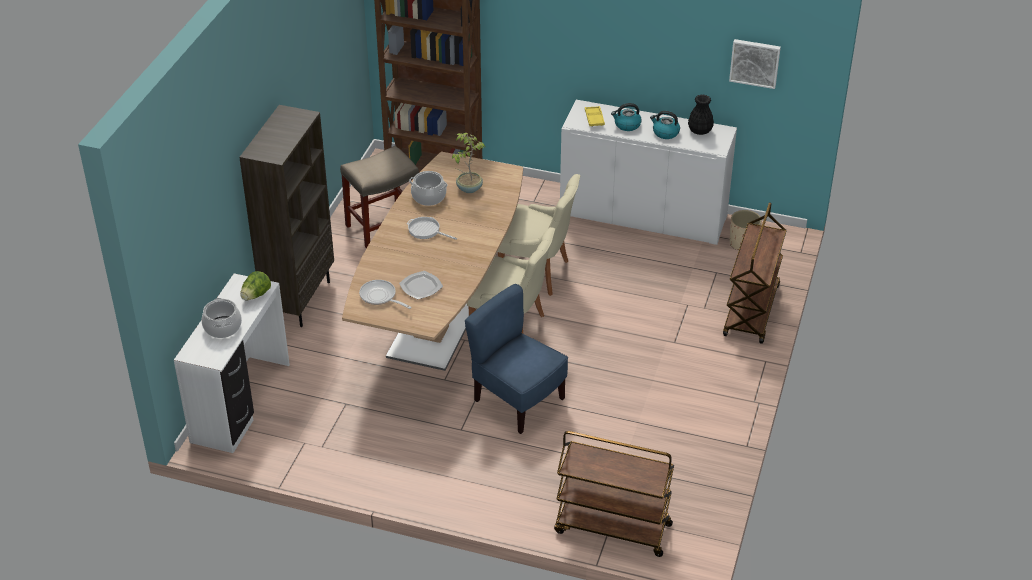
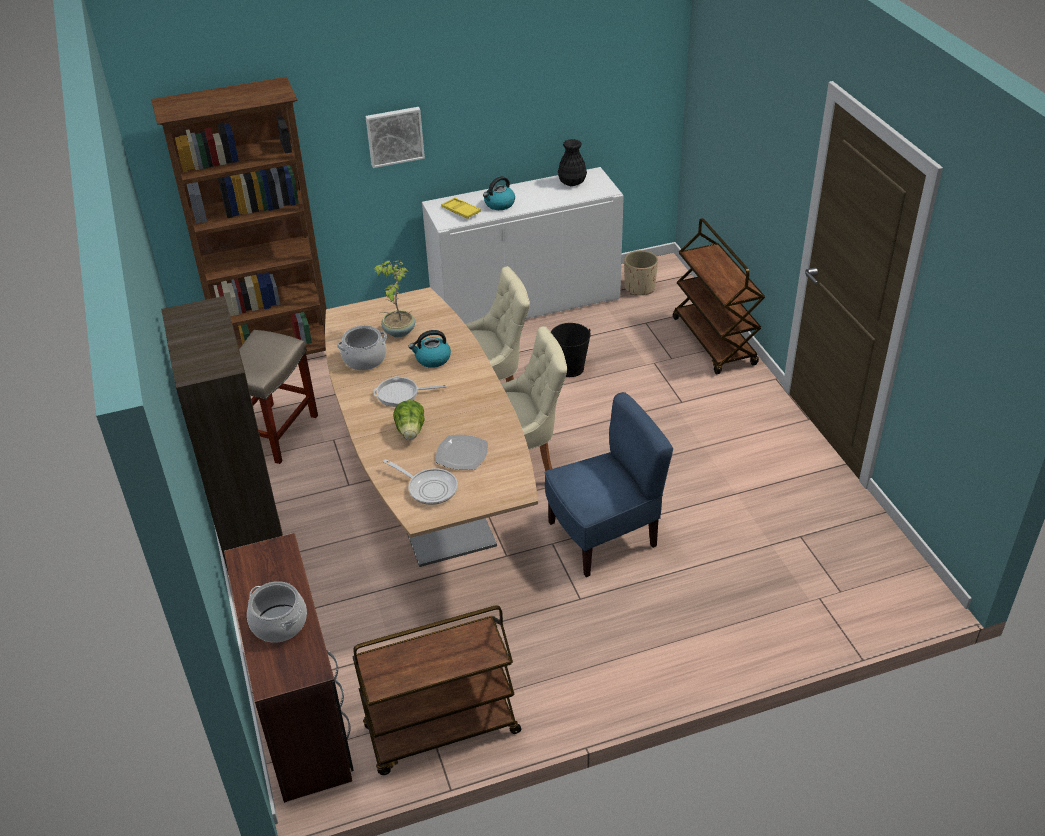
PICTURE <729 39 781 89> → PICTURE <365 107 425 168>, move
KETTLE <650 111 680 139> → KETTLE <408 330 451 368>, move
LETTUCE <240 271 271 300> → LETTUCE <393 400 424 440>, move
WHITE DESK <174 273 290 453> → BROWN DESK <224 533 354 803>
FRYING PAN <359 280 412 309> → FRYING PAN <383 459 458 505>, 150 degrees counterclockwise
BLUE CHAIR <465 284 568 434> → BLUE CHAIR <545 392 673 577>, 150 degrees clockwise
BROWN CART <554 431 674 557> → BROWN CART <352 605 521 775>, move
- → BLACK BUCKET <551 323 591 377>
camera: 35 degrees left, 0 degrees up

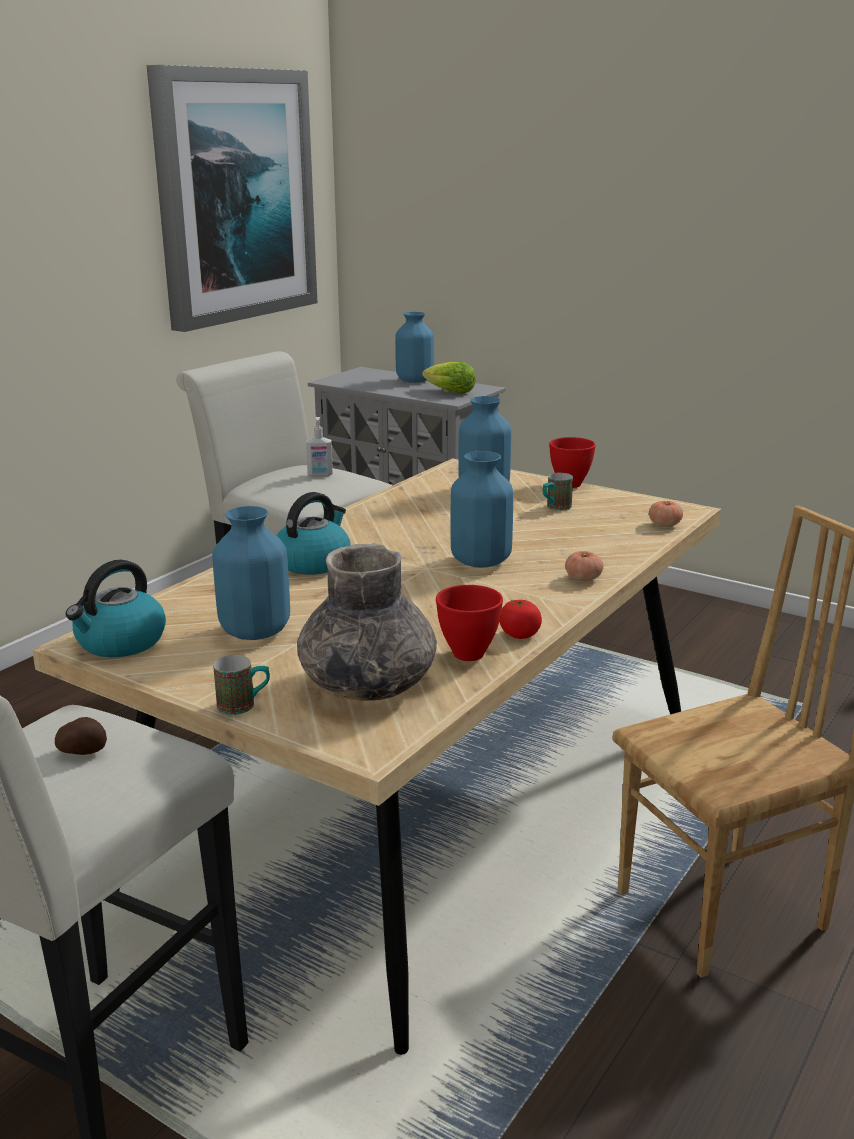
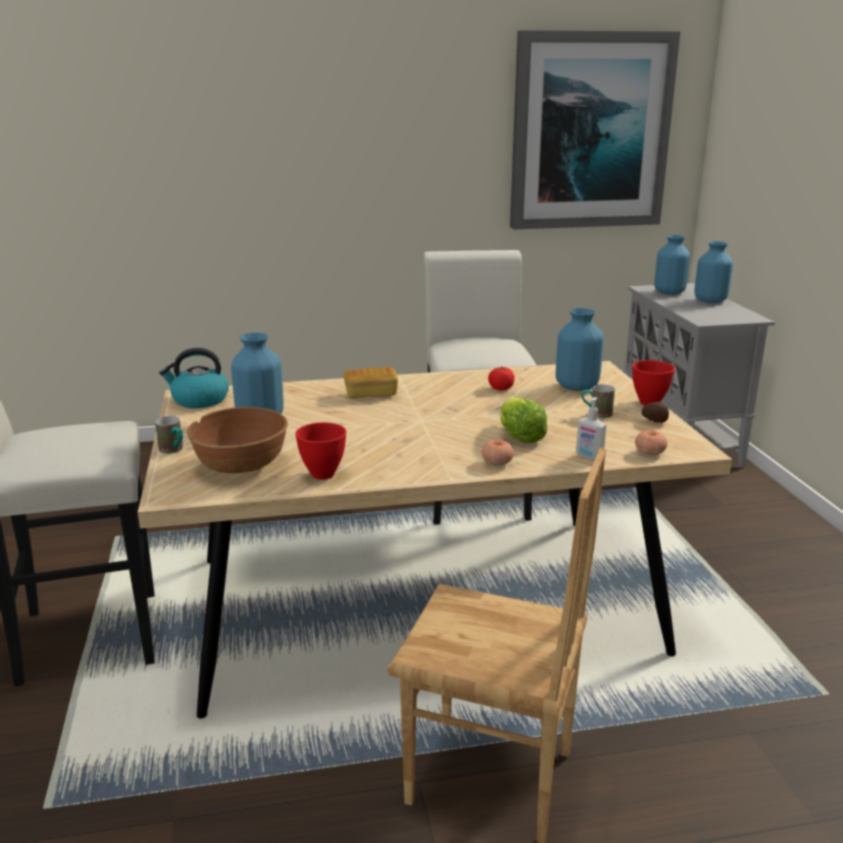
LETTUCE <422 362 476 394> → LETTUCE <500 397 547 443>, move
SOAP DISPENSER <306 417 333 477> → SOAP DISPENSER <576 397 606 461>, move
BLUE VASE <451 451 513 567> → BLUE VASE <654 235 690 295>, move
KETTLE <277 492 350 575> → BREAD <344 367 398 398>
GREY VASE <297 543 437 701> → BROWN BOWL <187 407 288 473>
TOMATO <499 600 542 639> → TOMATO <488 367 515 390>, move
POTATO <55 717 107 755> → POTATO <642 402 669 423>, move
camera: 45 degrees right, 0 degrees up

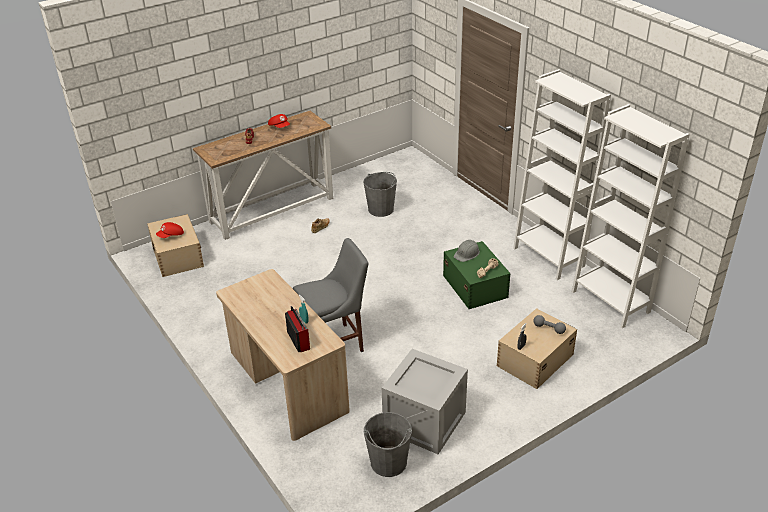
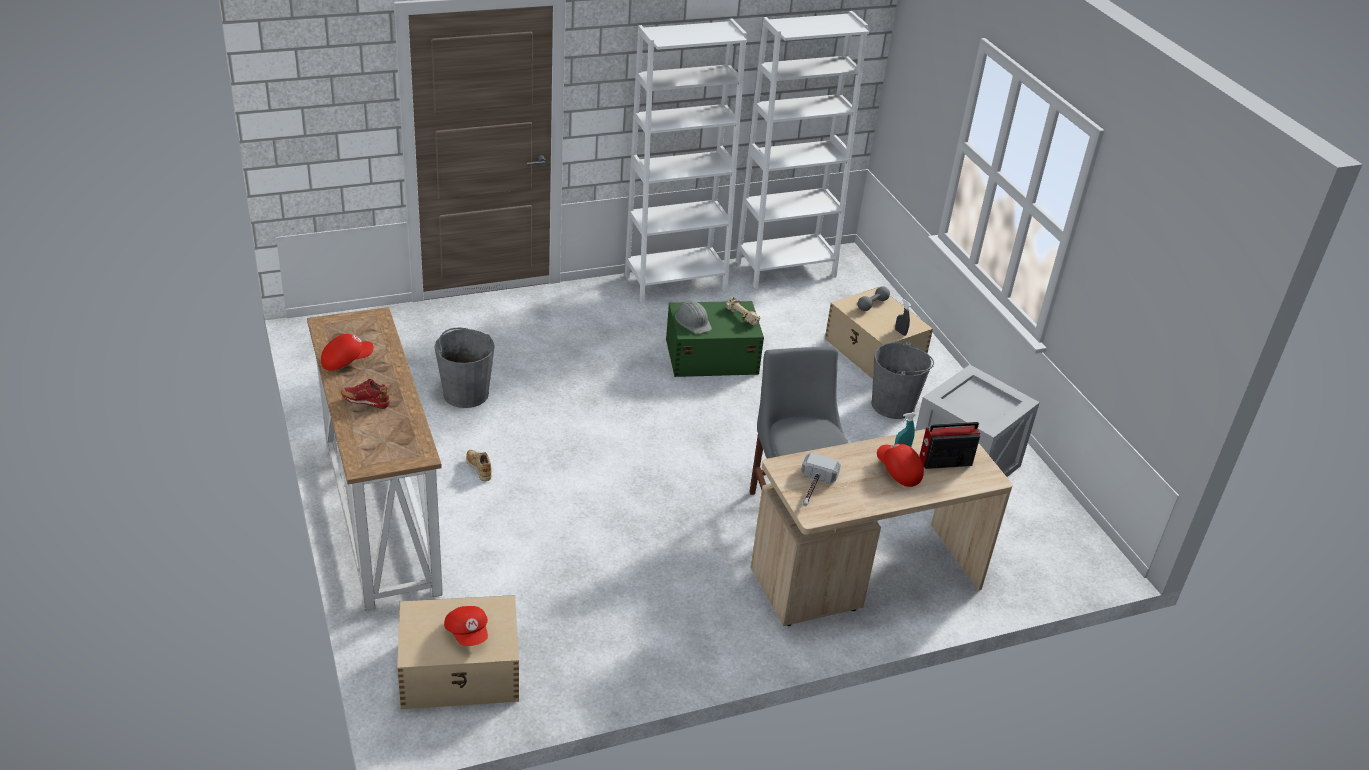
GREY BUCKET <364 412 412 477> → GREY BUCKET <871 341 934 419>, move
- → RED CAP <877 444 924 487>
- → HAMMER <801 453 841 506>
camera: 80 degrees left, 0 degrees up

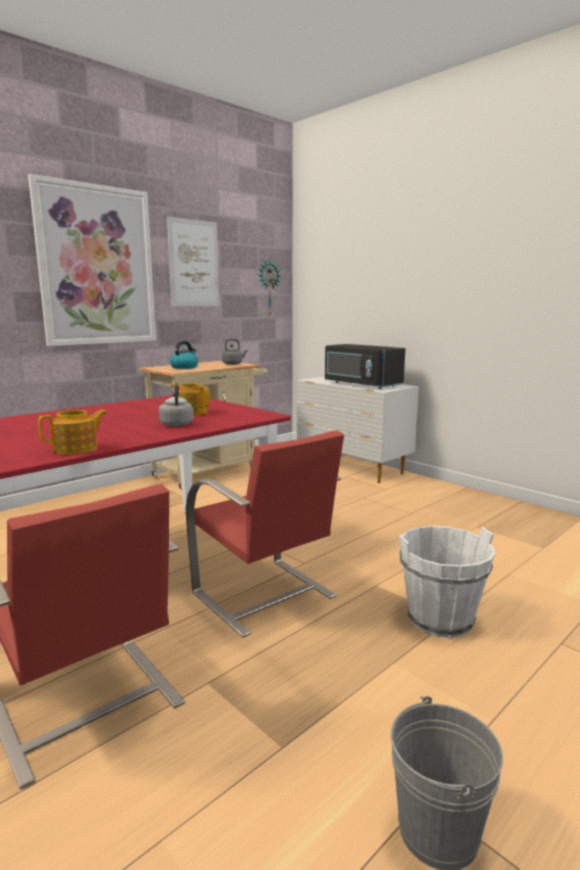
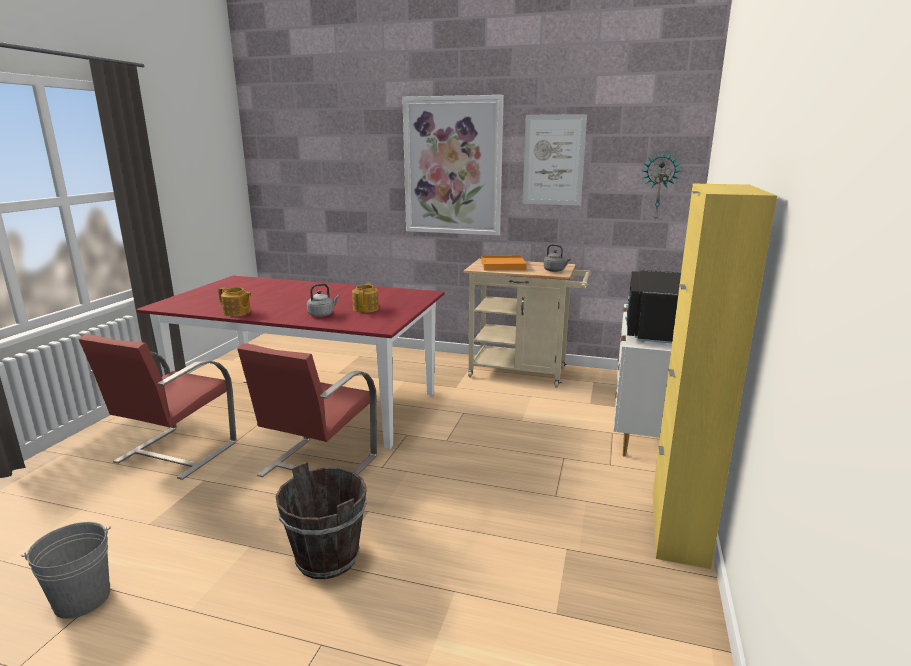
KETTLE <170 341 198 369> → ORANGE TRAY <481 255 527 270>
WHITE BUCKET <399 526 495 638> → BROWN BUCKET <276 462 367 579>
- → YELLOW CABINET <652 183 777 569>
camera: 60 degrees right, 5 degrees up

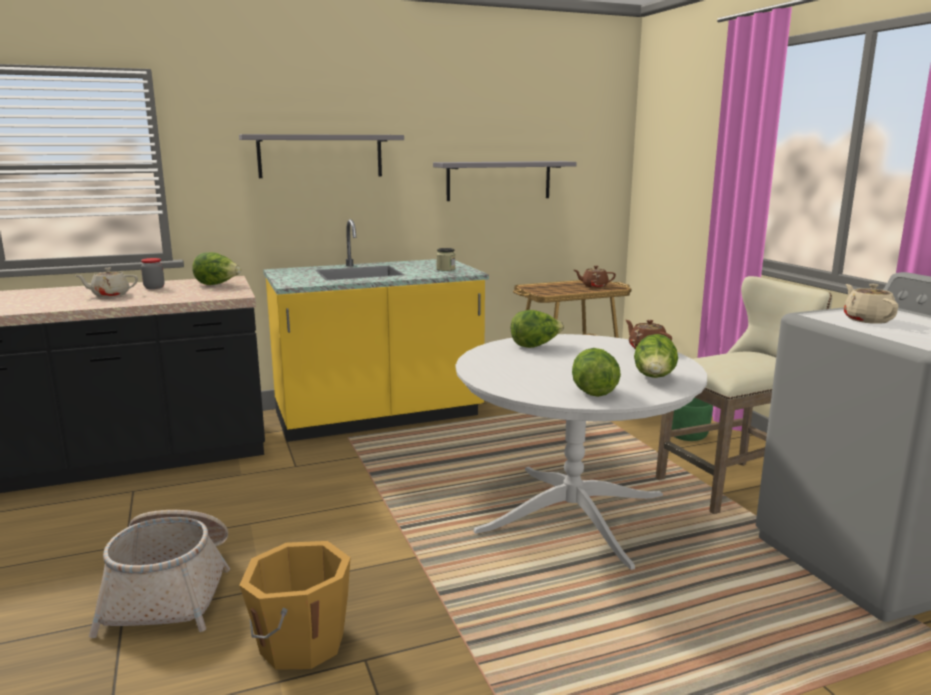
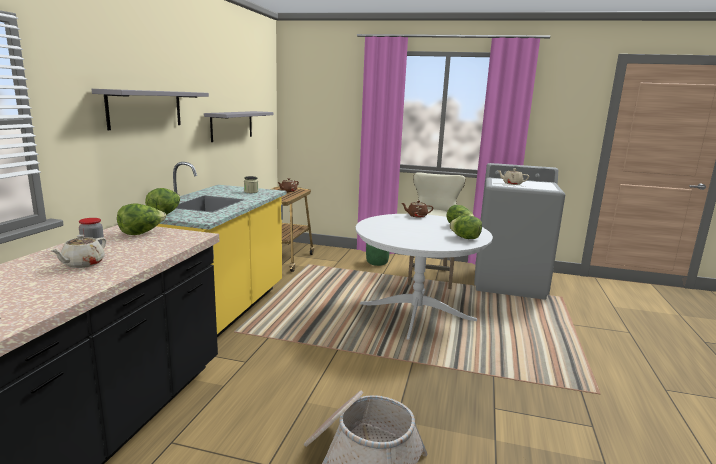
LETTUCE <511 310 564 348> → LETTUCE <145 188 180 215>, move
ORANGE BUCKET <239 541 350 670> → -
camera: 55 degrees left, 0 degrees up

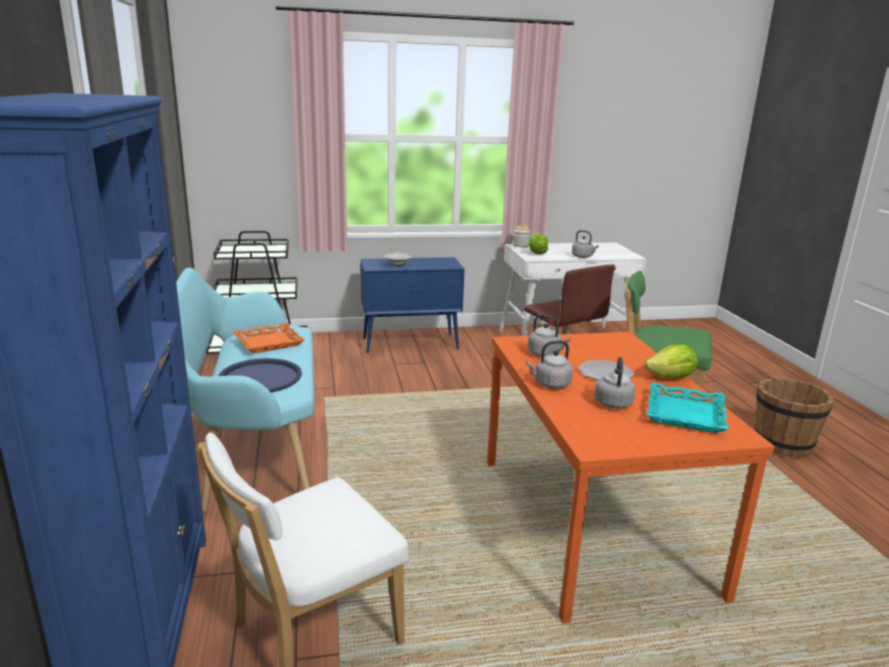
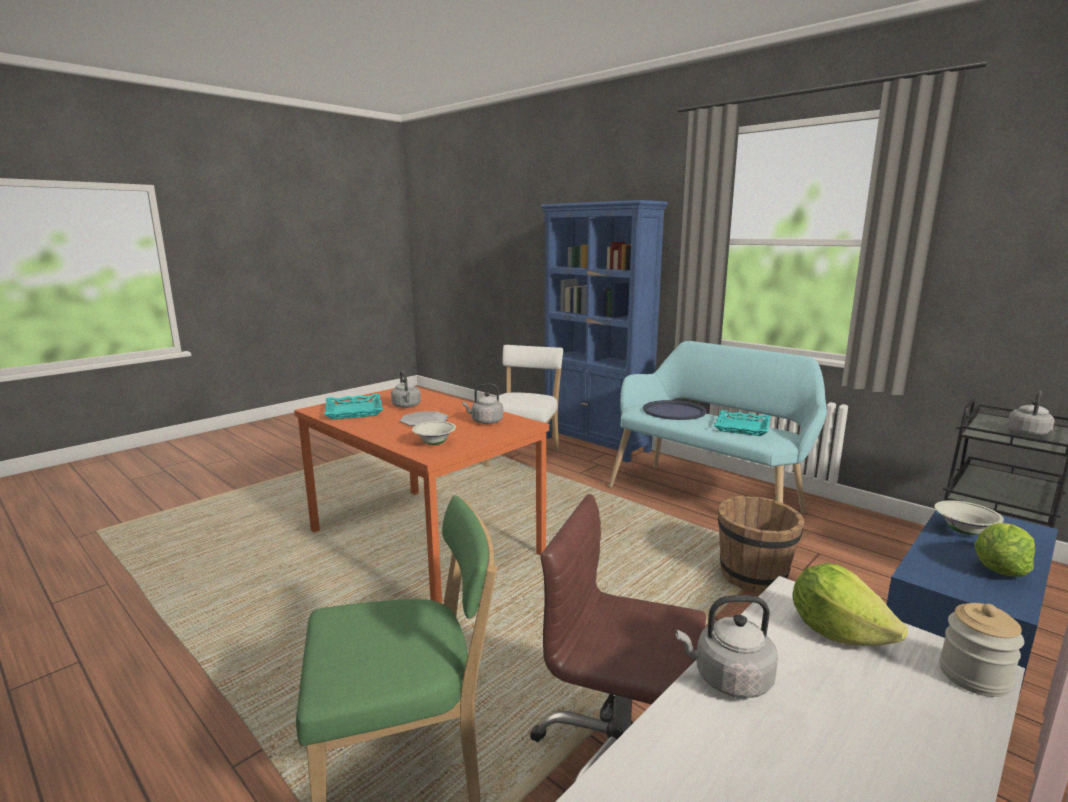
ORANGE TRAY <233 323 305 353> → TURQUOISE TRAY <714 410 771 436>
GREY KETTLE <526 340 573 388> → GREY KETTLE <1008 391 1055 436>, move
LETTUCE <644 344 698 379> → LETTUCE <975 523 1035 577>, move
BROWN BUCKET <755 378 835 457> → BROWN BUCKET <718 495 805 593>, move
- → WHITE BOWL <412 421 456 445>
camera: 145 degrees right, 5 degrees down

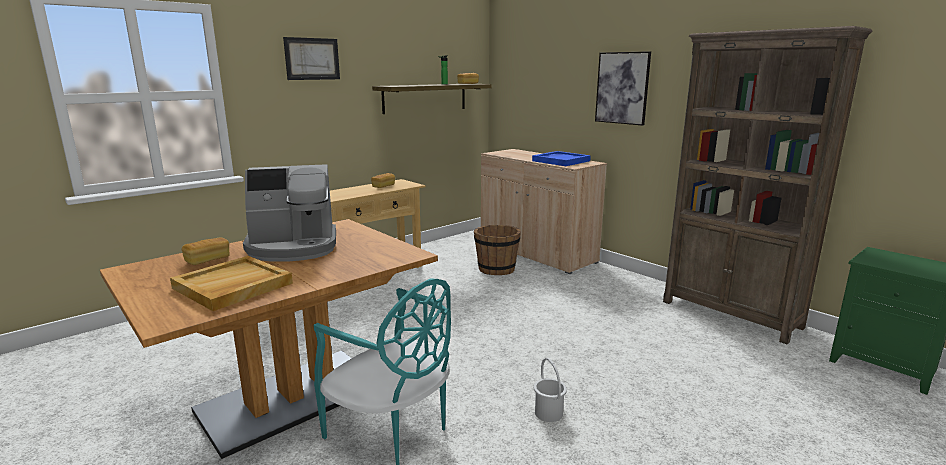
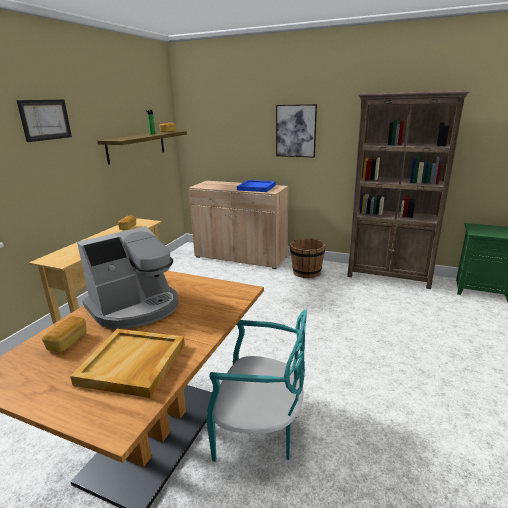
BROWN BUCKET <474 225 521 275> → BROWN BUCKET <290 238 326 278>, move
WHITE BUCKET <534 358 567 422> → -
camera: 25 degrees left, 5 degrees up

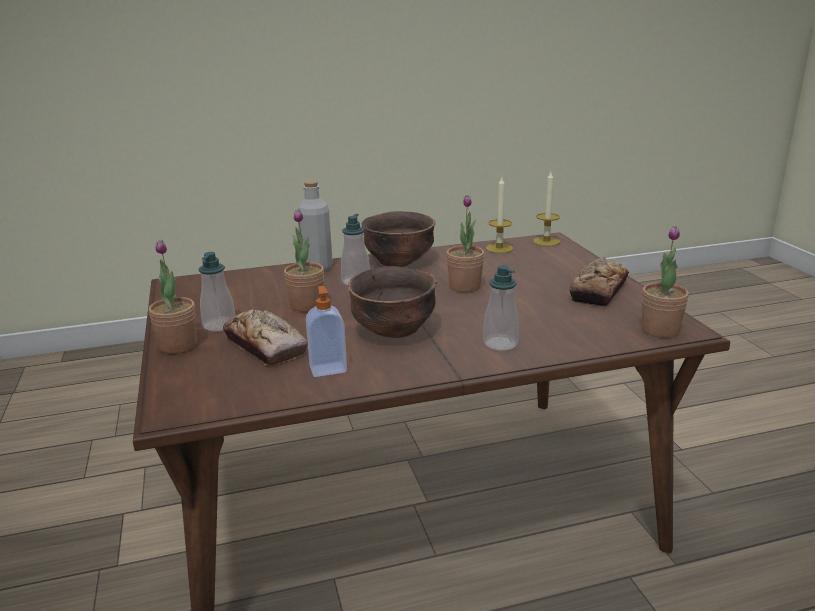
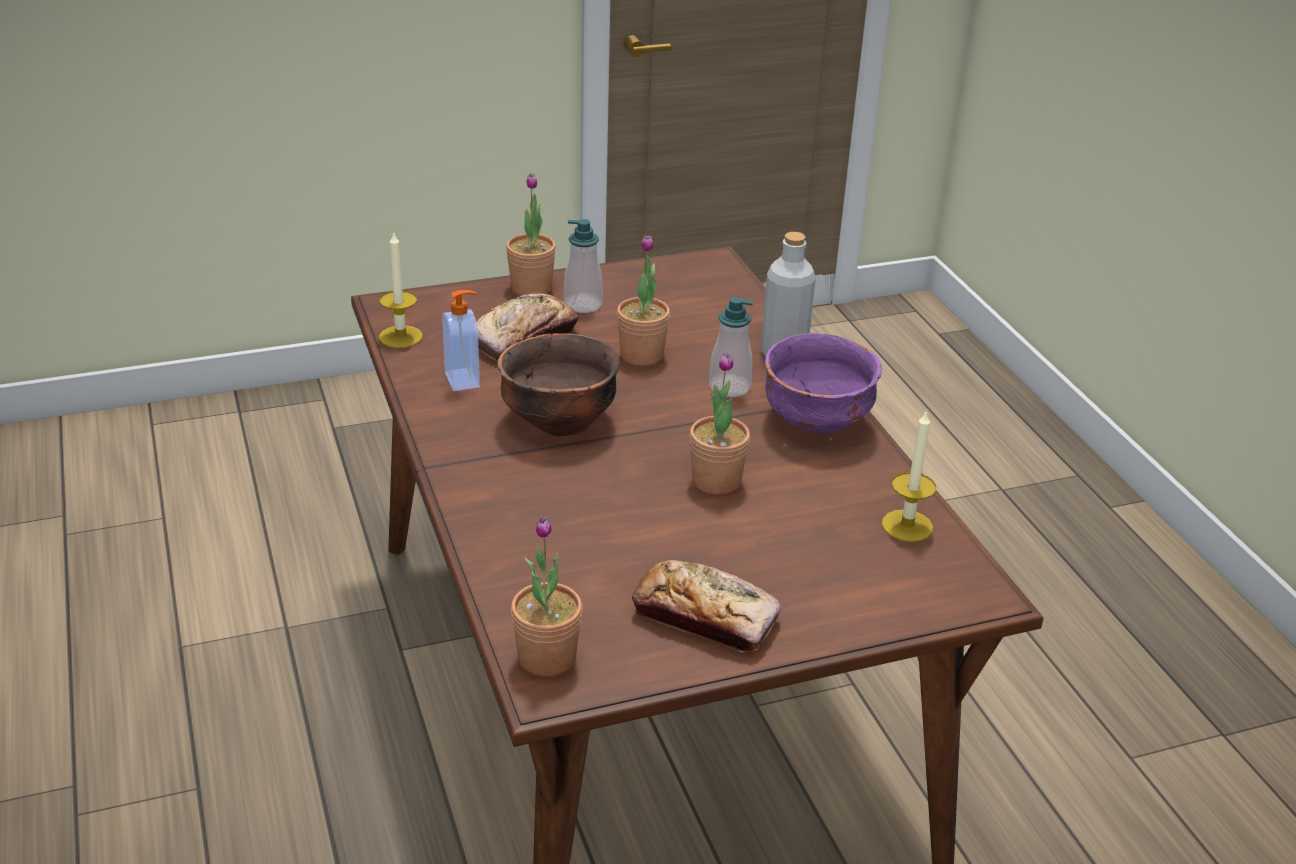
CANDLE <533 172 560 246> → CANDLE <379 231 423 348>, move
BROWN BOWL <362 211 435 267> → PURPLE BOWL <765 333 882 433>
SOAP DISPENSER <483 265 519 351> → -
camera: 85 degrees right, 10 degrees up

